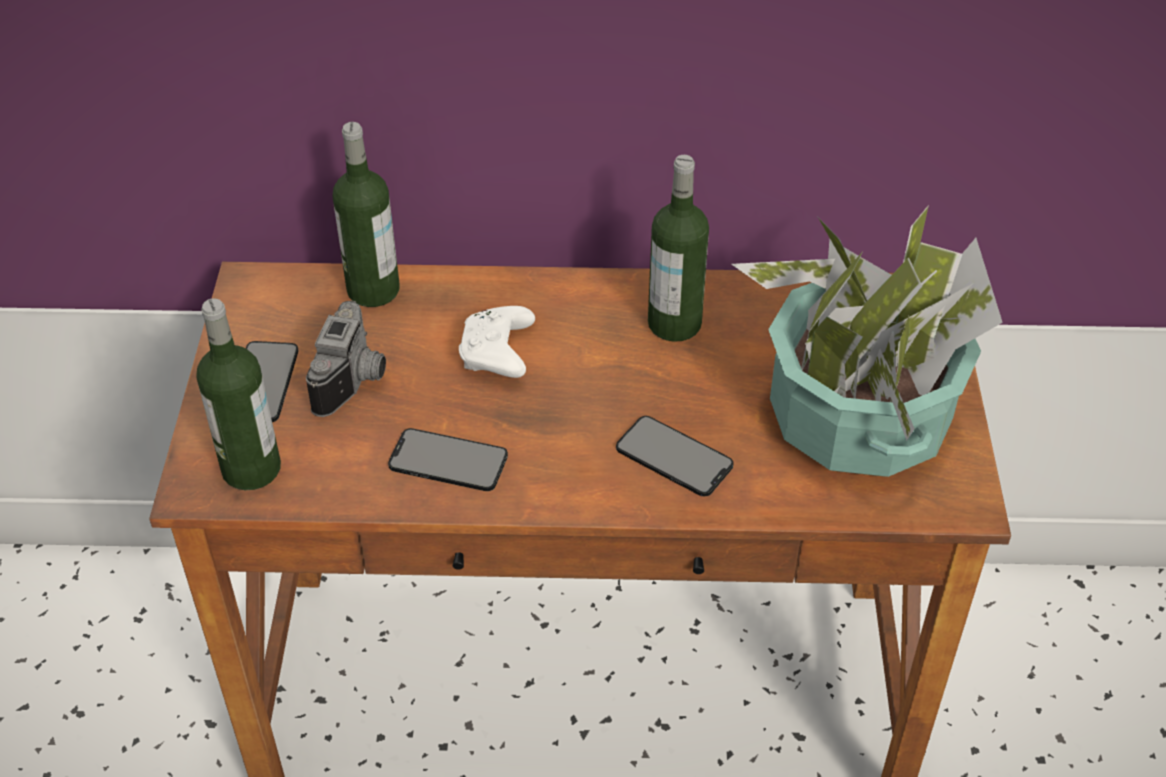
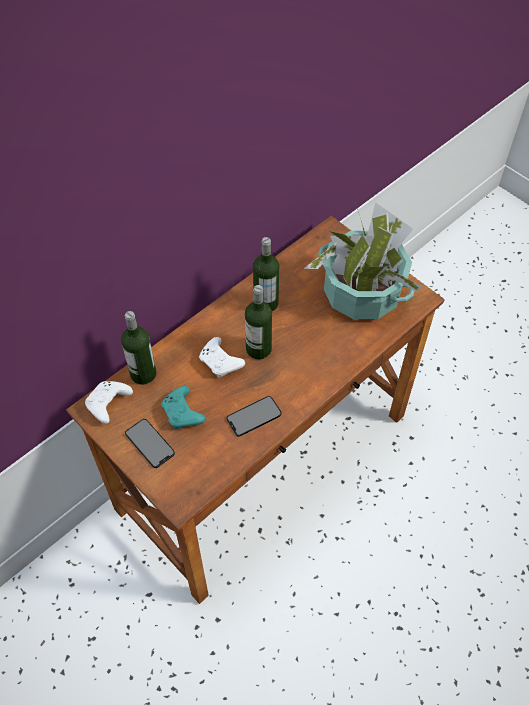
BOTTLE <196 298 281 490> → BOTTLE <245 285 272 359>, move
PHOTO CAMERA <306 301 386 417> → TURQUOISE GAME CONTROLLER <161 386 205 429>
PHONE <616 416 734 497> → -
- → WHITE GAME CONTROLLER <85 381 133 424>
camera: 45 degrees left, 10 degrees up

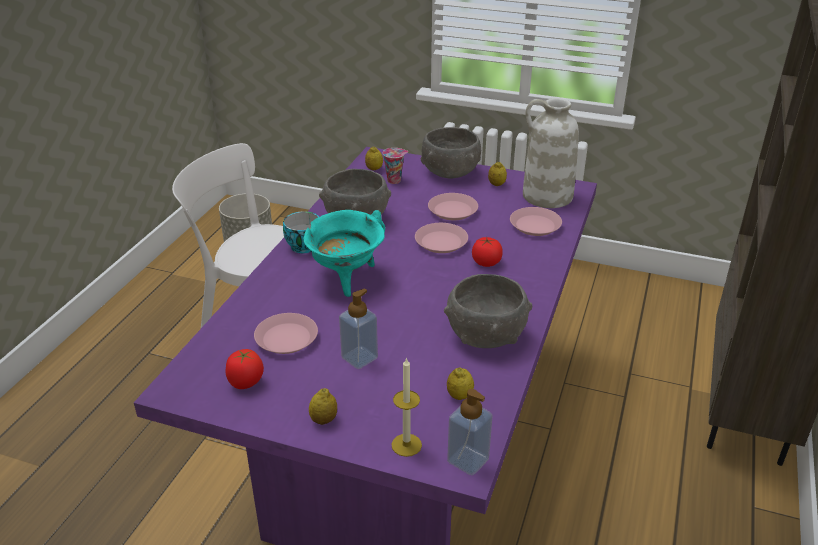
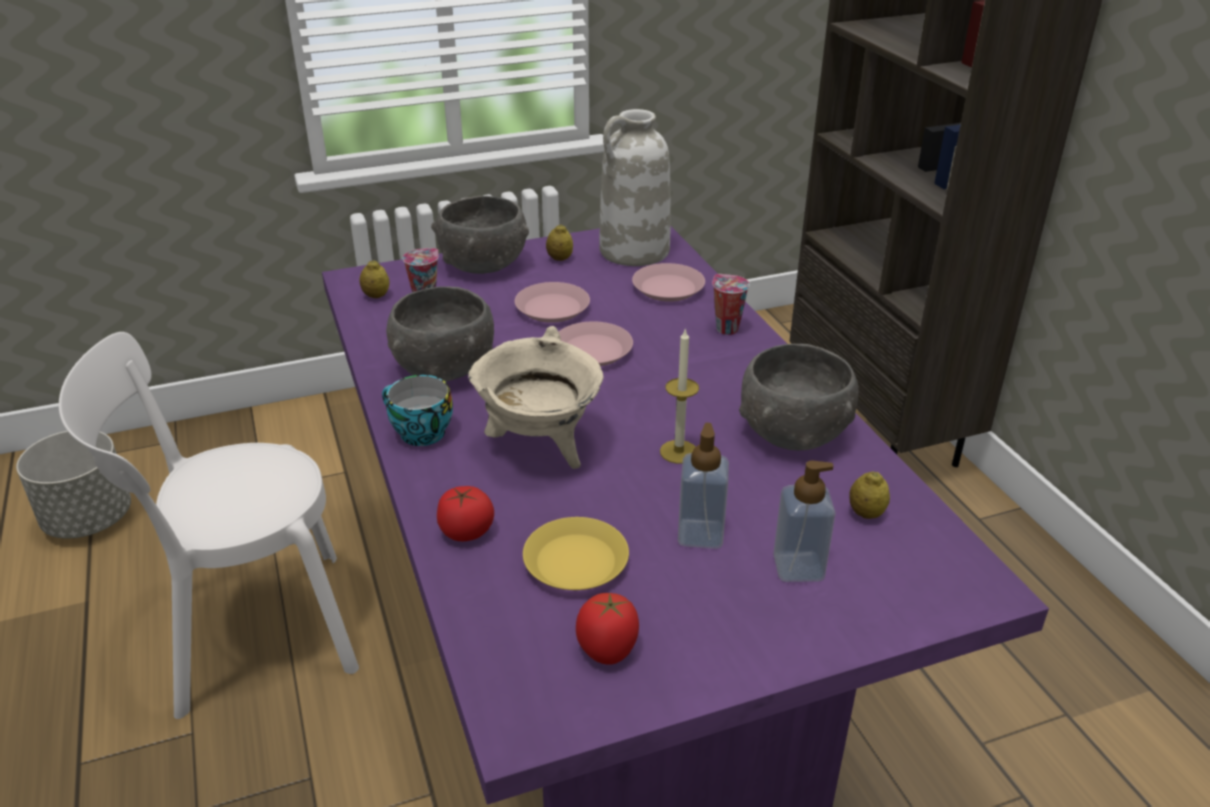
TURQUOISE COOKING POT <303 210 385 297> → BEIGE COOKING POT <468 326 603 469>
TOMATO <472 237 503 267> → TOMATO <437 486 494 541>, move
PINK PLATE <254 313 318 354> → YELLOW PLATE <523 517 629 590>
CANDLE <391 357 422 457> → CANDLE <660 328 699 464>, move
LEMON <309 388 337 425> → -
SOAP DISPENSER <447 389 493 475> → SOAP DISPENSER <773 460 836 582>, move
- → CUP <712 274 750 335>
camera: 40 degrees left, 0 degrees up

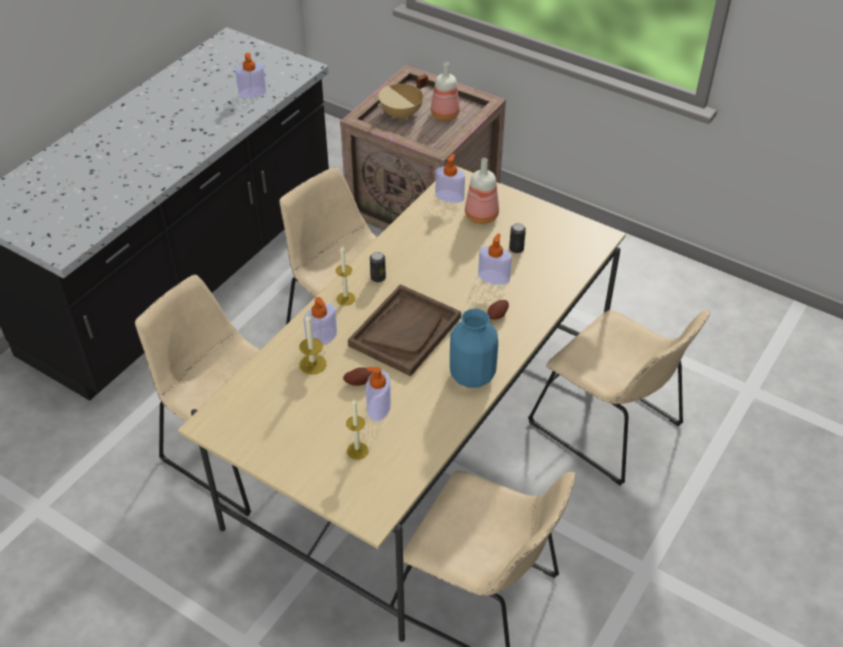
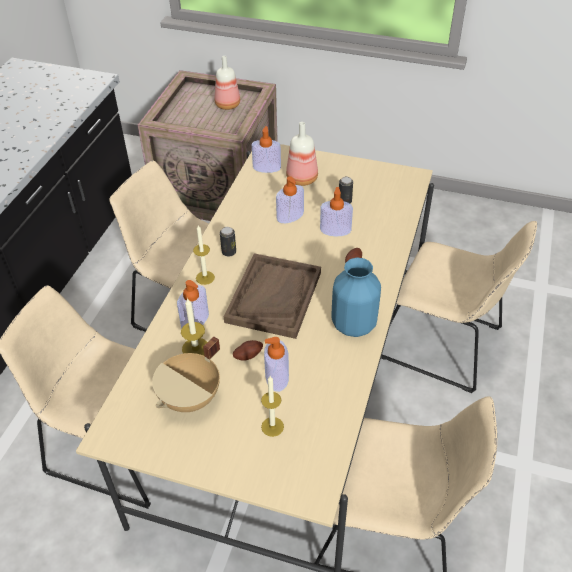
SOAP DISPENSER <235 53 266 98> → SOAP DISPENSER <276 176 304 223>, move
BEIGE COOKING POT <378 75 428 120> → BEIGE COOKING POT <152 337 220 412>, move
camera: 15 degrees left, 0 degrees up

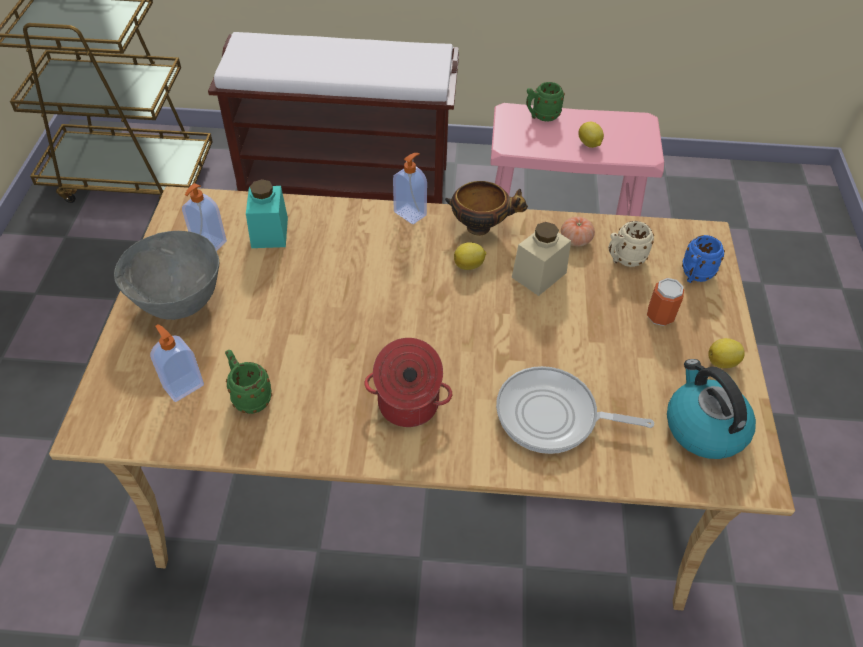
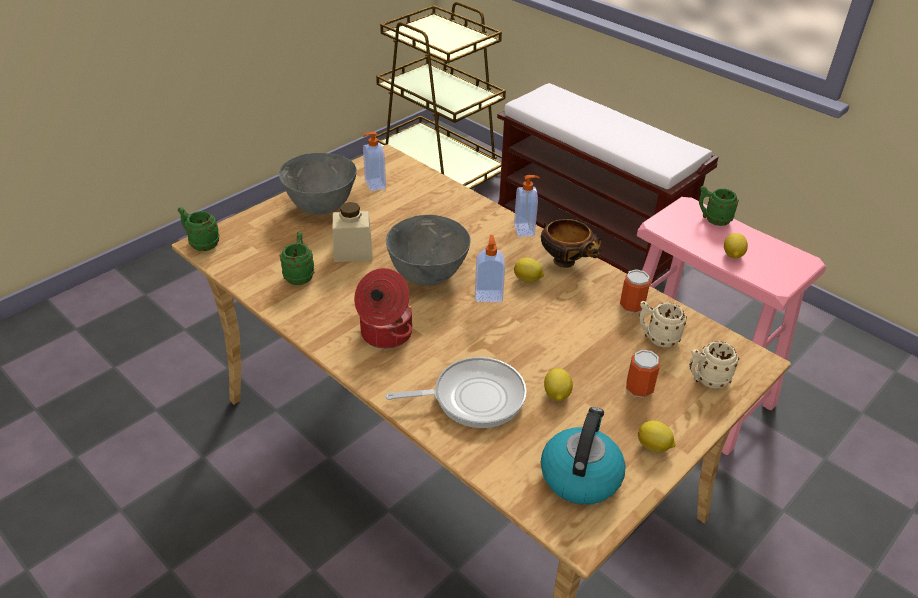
TURQUOISE JAR <246 179 288 248> → -
TOMATO <561 217 595 246> → CAN <620 269 651 313>
BEIGE JAR <512 222 571 296> → BEIGE JAR <332 202 373 262>, move
BLUE MUG <682 235 725 283> → BEIGE MUG <689 341 739 389>
SOAP DISPENSER <150 324 204 402> → SOAP DISPENSER <475 235 505 302>, move
FRYING PAN <496 366 654 454> → FRYING PAN <385 357 527 428>, 120 degrees clockwise
- → GREEN MUG <178 207 219 251>
- → GREY BOWL <386 215 471 286>
- → LEMON <544 368 573 401>
camera: 40 degrees right, 10 degrees down

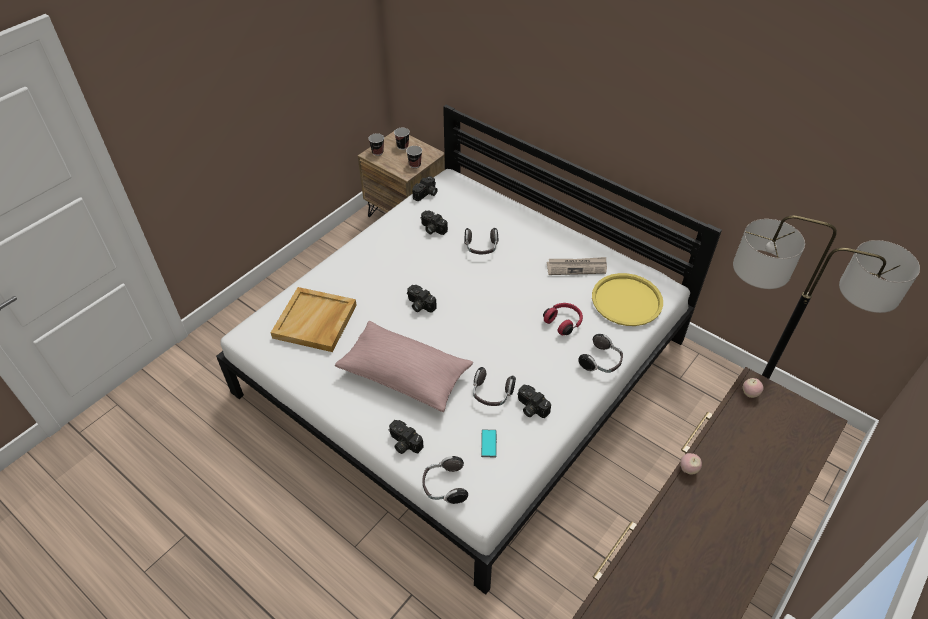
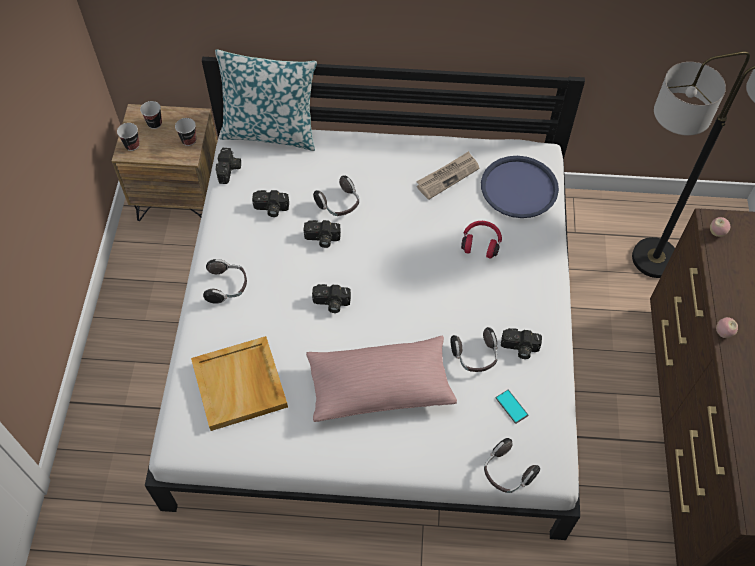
YELLOW TRAY <592 273 663 326> → BLUE TRAY <481 156 559 218>
HEADPHONES <579 334 623 373> → HEADPHONES <203 259 247 304>, move
PHOTO CAMERA <389 420 424 454> → PHOTO CAMERA <304 220 341 248>, move
- → PILLOW <215 49 317 151>
camera: 35 degrees left, 10 degrees up

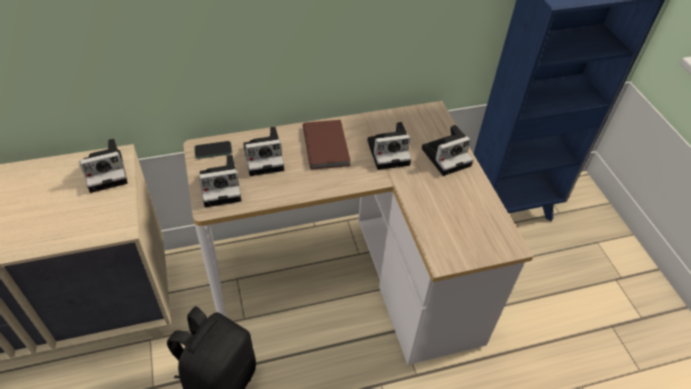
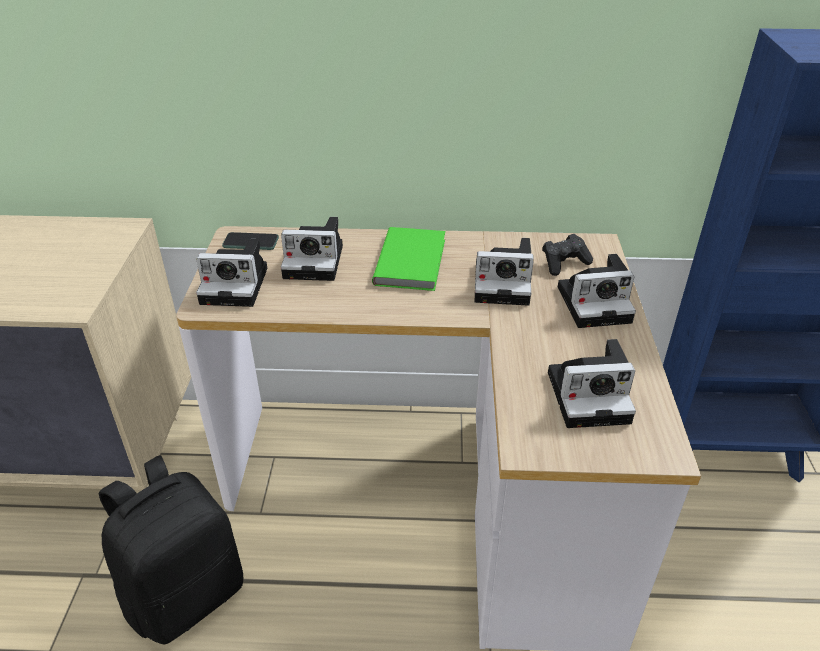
BROWN BOOK <303 120 351 170> → GREEN BOOK <372 227 445 291>
PHOTO CAMERA <79 138 128 193> → PHOTO CAMERA <548 339 636 428>, move
- → BLACK GAME CONTROLLER <542 234 593 276>
camera: 20 degrees right, 10 degrees down

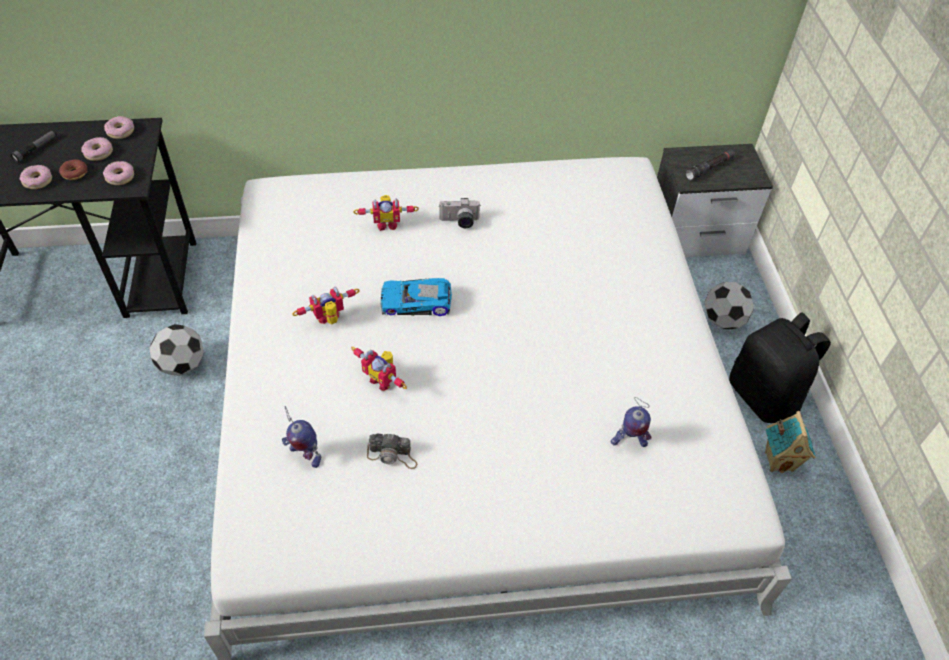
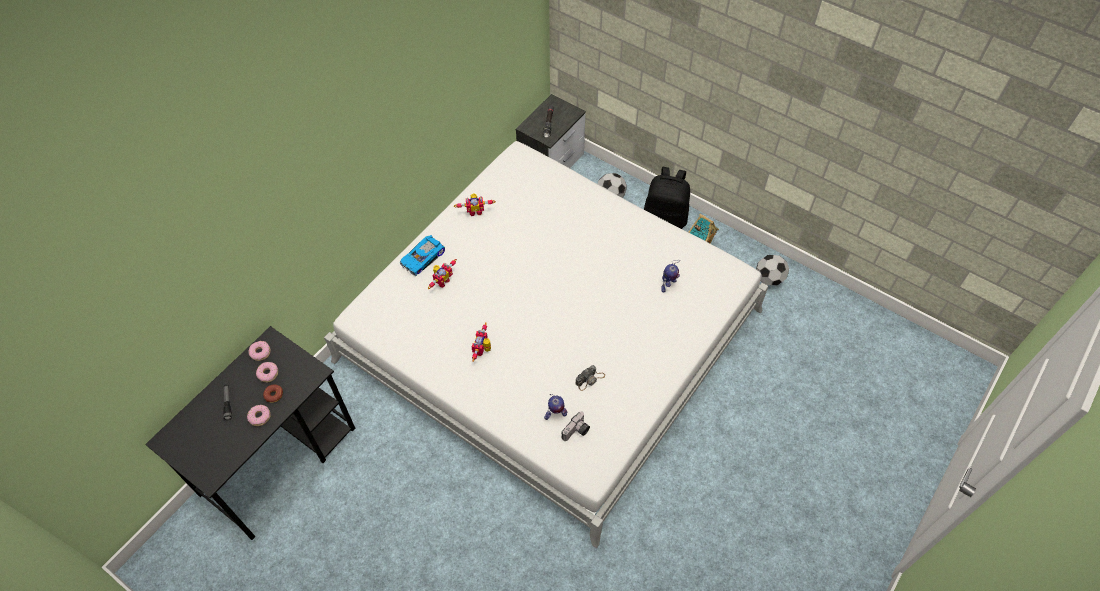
DONUT <103 161 134 185> → -
PHOTO CAMERA <439 198 480 228> → PHOTO CAMERA <561 411 590 441>, move
TOY CAR <380 278 452 316> → TOY CAR <400 235 445 276>, move
FOOTBALL <150 324 204 376> → FOOTBALL <756 255 789 286>, move
TOY ROBOT <351 347 407 391> → TOY ROBOT <454 193 496 216>, move
camera: 45 degrees left, 5 degrees up

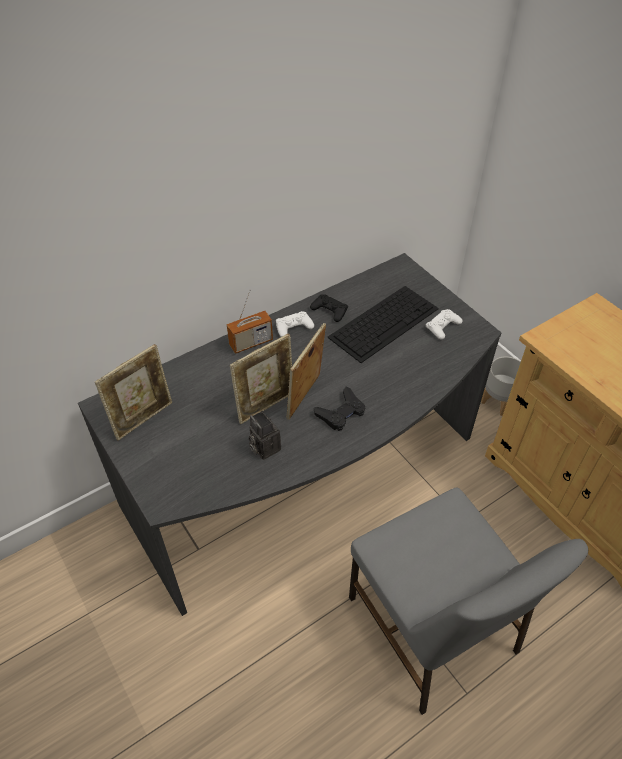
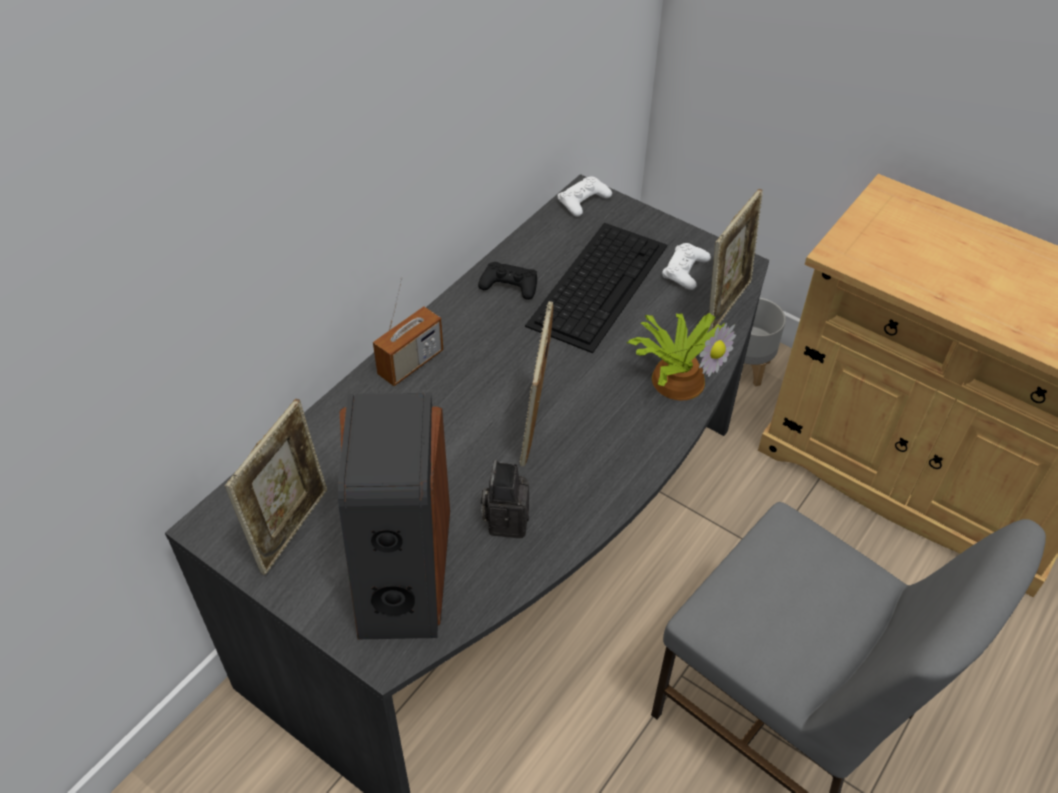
WHITE GAME CONTROLLER <276 311 314 337> → WHITE GAME CONTROLLER <557 177 612 217>, move
PICTURE FRAME <230 334 292 424> → PICTURE FRAME <707 189 763 333>, move
BLACK GAME CONTROLLER <314 387 366 431> → -
PHOTO CAMERA <249 411 281 460> → PHOTO CAMERA <481 460 529 539>, 60 degrees clockwise
- → POTTED PLANT <626 313 736 401>
- → SPEAKER <338 393 450 640>
camera: 20 degrees left, 0 degrees up

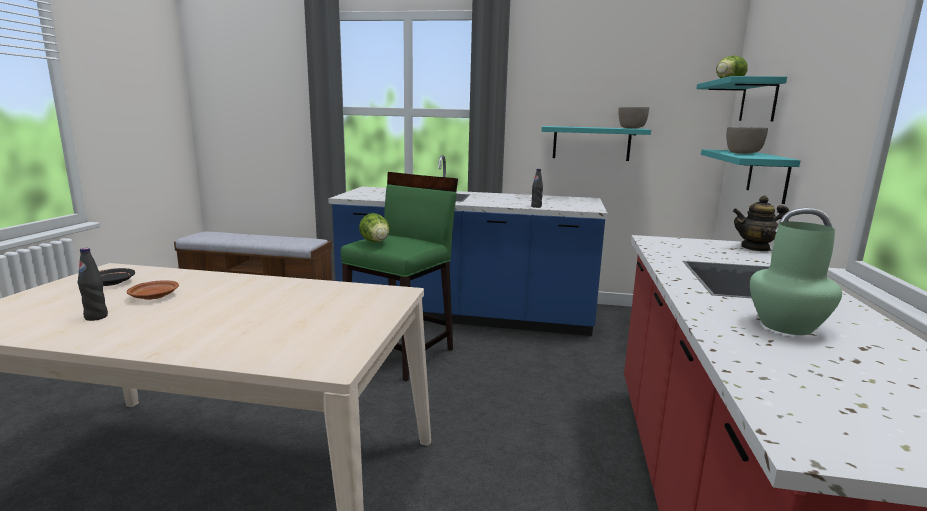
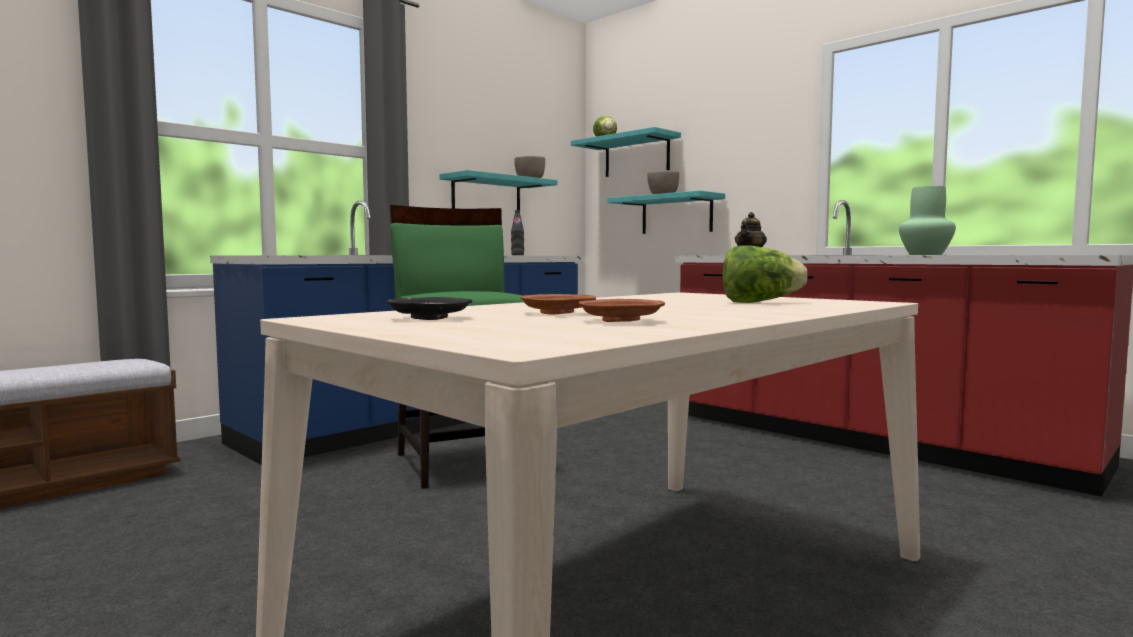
LETTUCE <359 213 389 242> → LETTUCE <723 245 807 303>, move
BLACK BOTTLE <78 248 108 321> → BROWN PLATE <579 299 665 322>
camera: 55 degrees left, 10 degrees down

